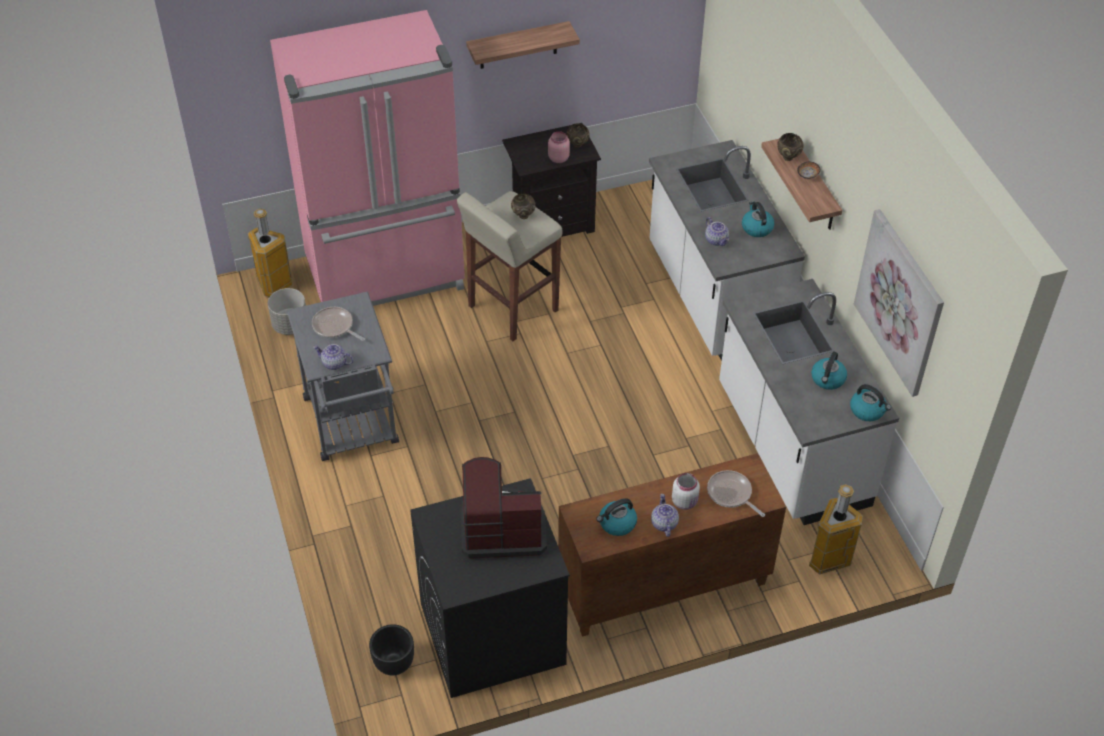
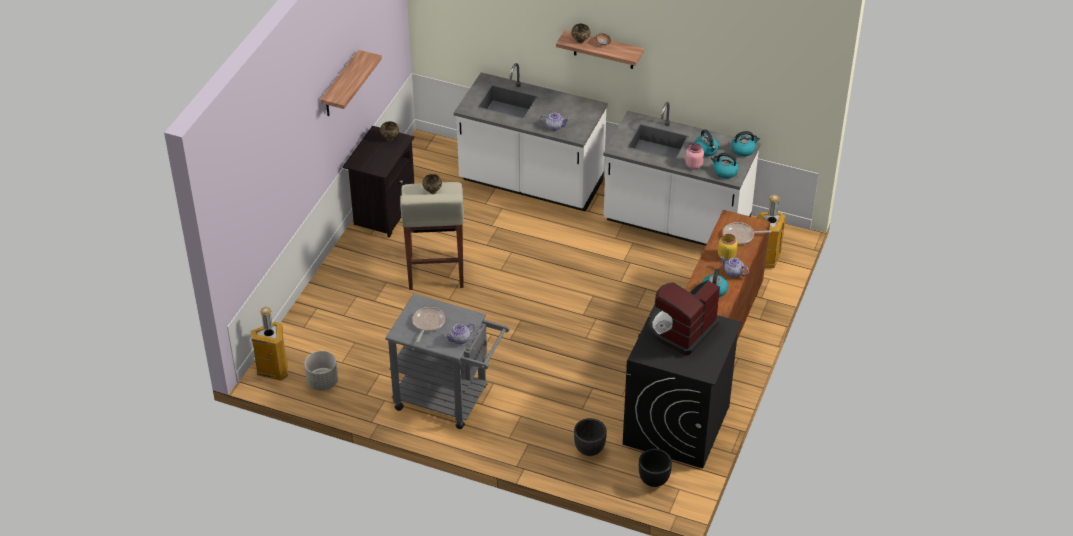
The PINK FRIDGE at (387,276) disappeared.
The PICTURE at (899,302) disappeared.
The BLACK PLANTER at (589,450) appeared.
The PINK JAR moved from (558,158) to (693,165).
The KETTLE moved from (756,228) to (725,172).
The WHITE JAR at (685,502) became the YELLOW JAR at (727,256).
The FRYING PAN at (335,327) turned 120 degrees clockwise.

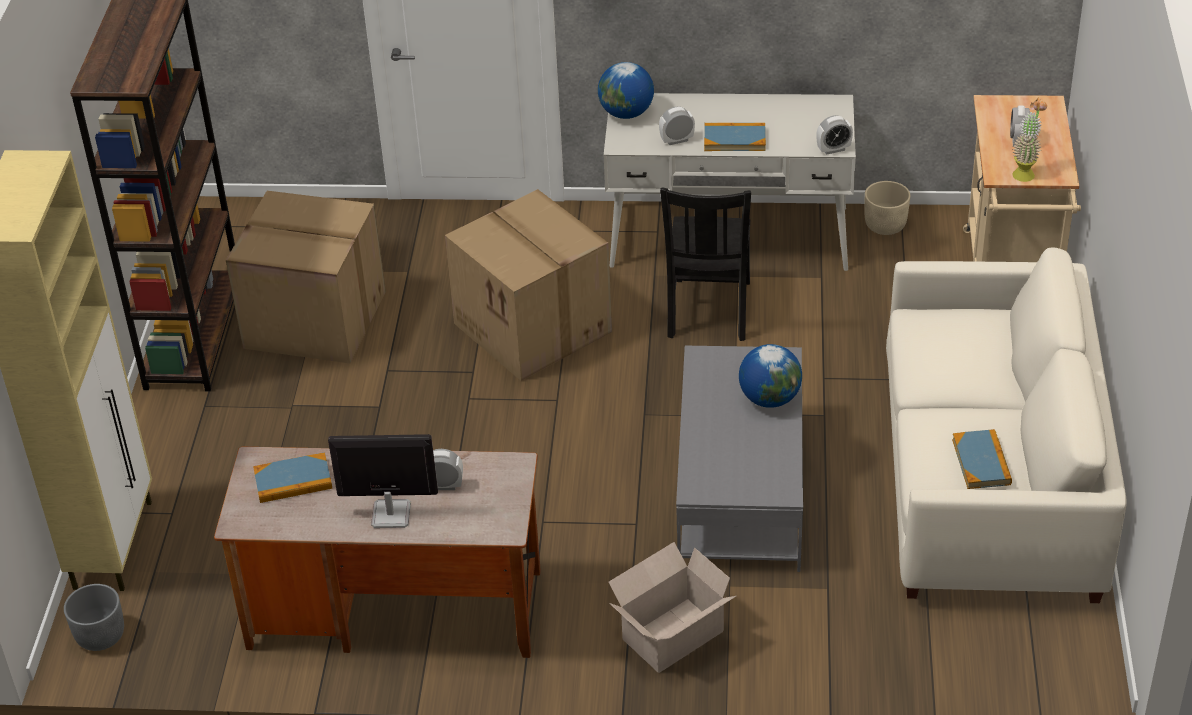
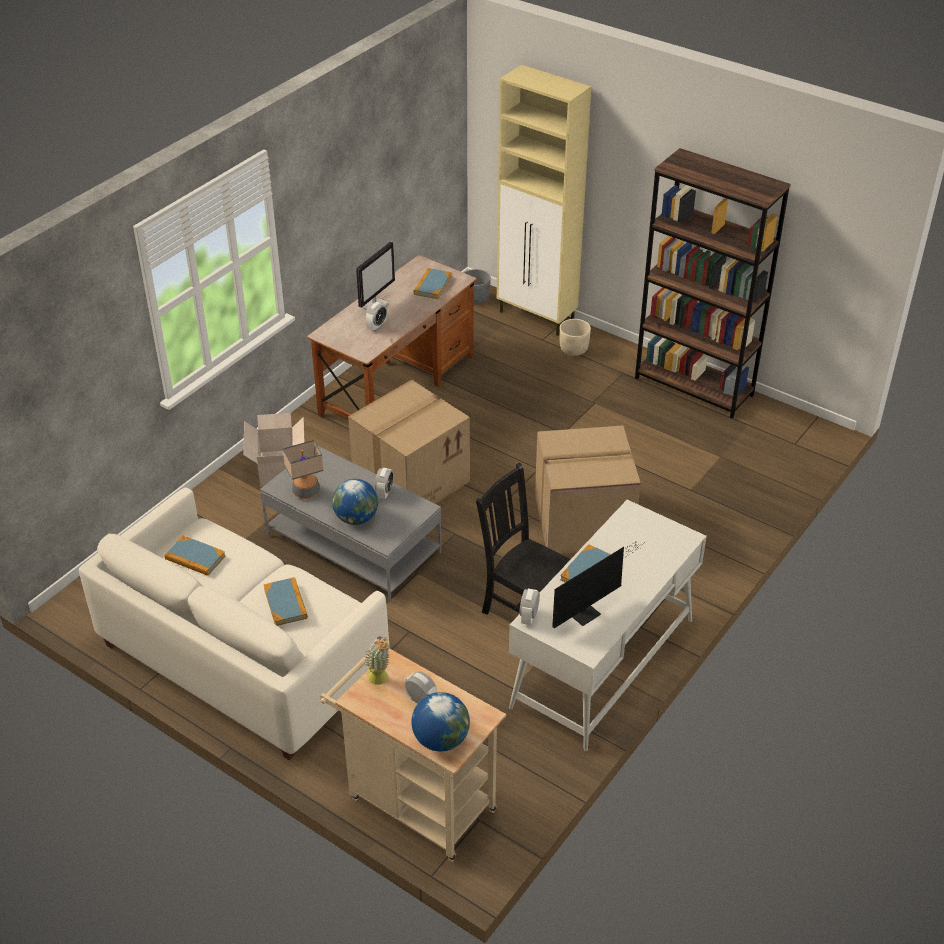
The BOOK at (285,603) appeared.
The TABLE LAMP at (306,491) appeared.
The MONITOR at (587,611) appeared.
The CARDBOARD BOX moved from (313,320) to (411,479).
The GLOBE moved from (626,113) to (441,739).
The ALARM CLOCK moved from (677,140) to (384,493).
The BEIGE PLANTER moved from (885,225) to (574,349).

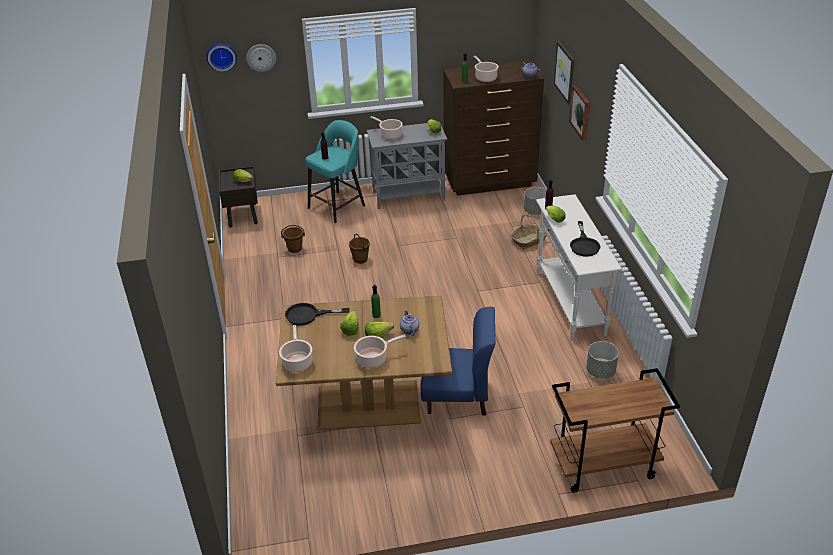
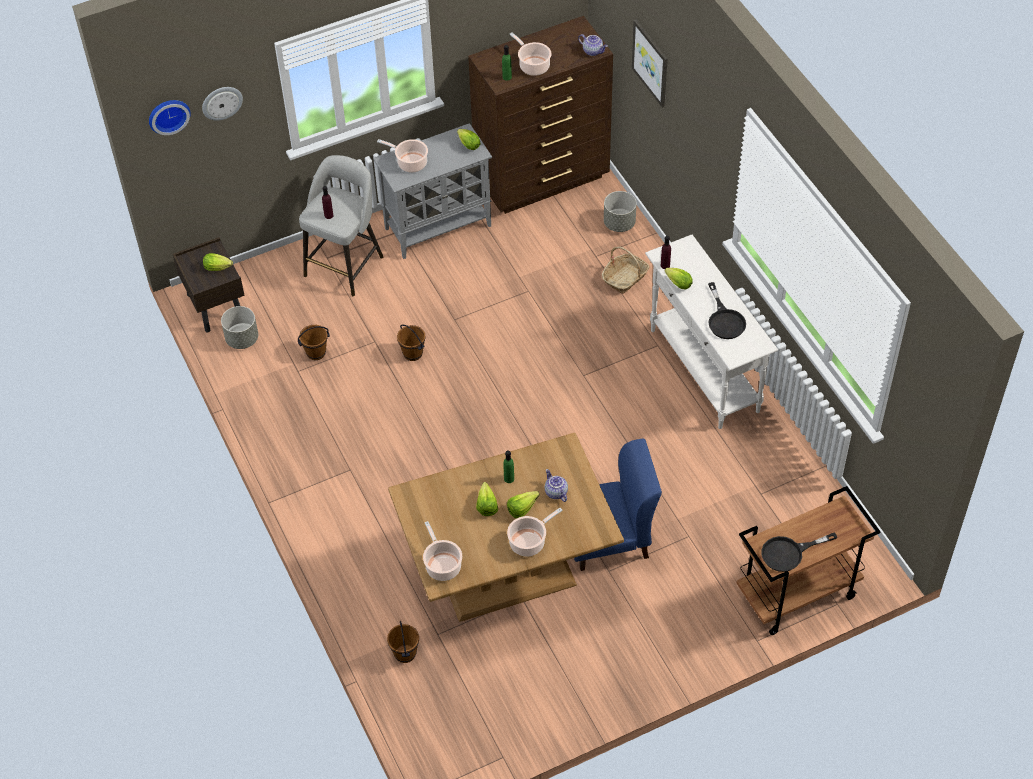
The PICTURE at (581,112) disappeared.
The BROWN BUCKET at (404,653) appeared.
The BLACK FRYING PAN moved from (308,315) to (789,553).
The GREY PLANTER moved from (600,371) to (242,339).
The TURQUOISE STOOL at (338,206) became the GREY STOOL at (345,265).

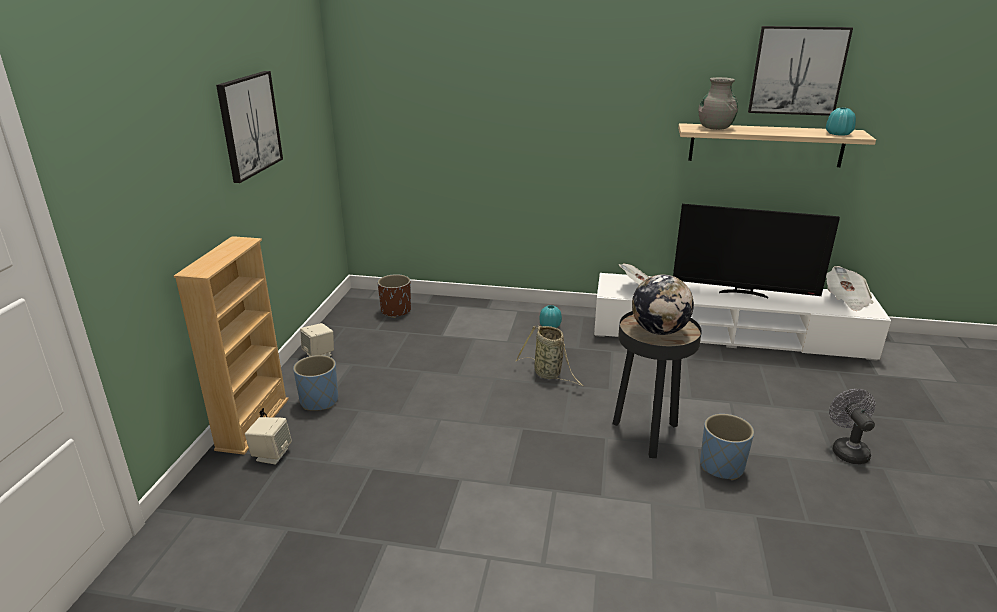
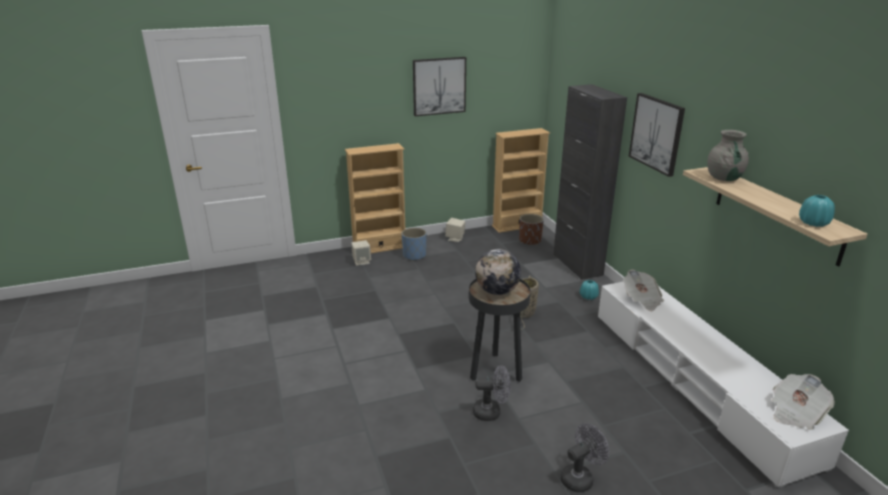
The TELEVISION at (743,293) disappeared.
The BEIGE BOOKCASE at (517,226) appeared.
The BLACK CABINET at (577,264) appeared.
The PICTURE moved from (797,71) to (656,133).
The BLUE PLANTER at (721,466) was replaced by the GREY FAN at (491,412).

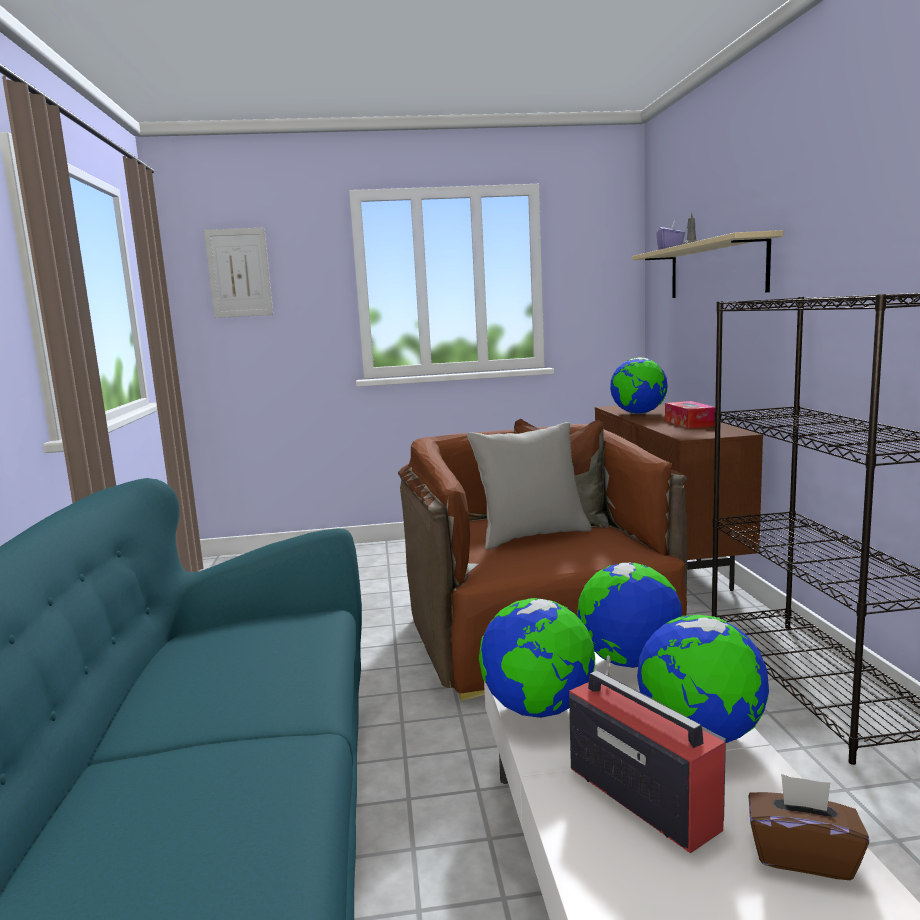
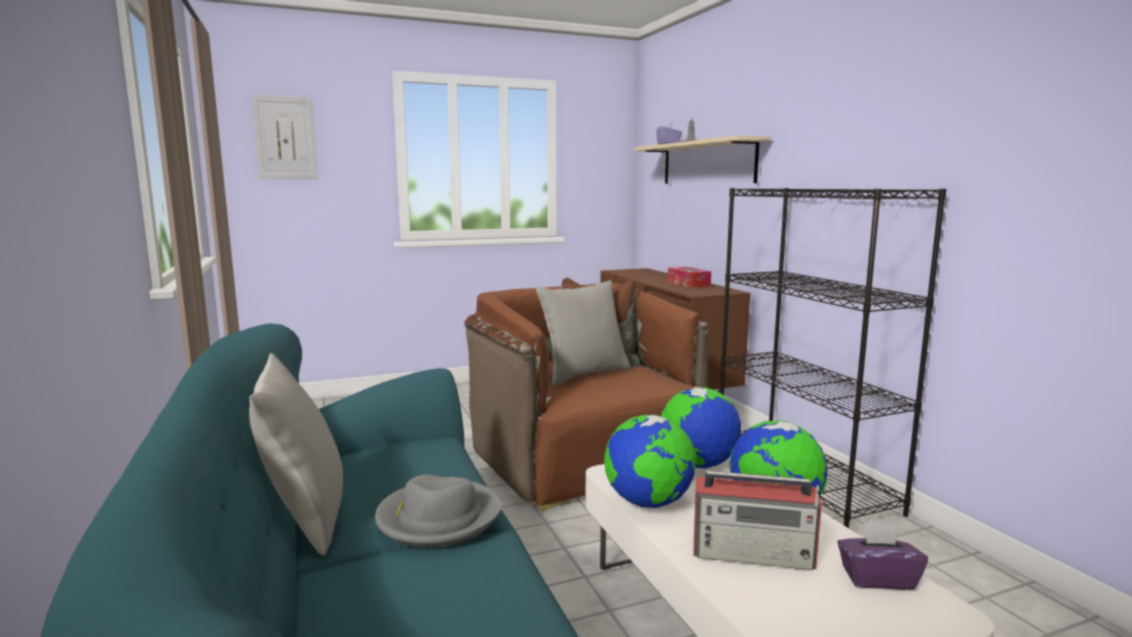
The GLOBE at (638,413) disappeared.
The GREY PILLOW at (305,516) appeared.
The GREY HAT at (438,517) appeared.
The BROWN TISSUE BOX at (802,855) became the PURPLE TISSUE BOX at (877,578).
The RADIO at (641,796) turned 150 degrees clockwise.

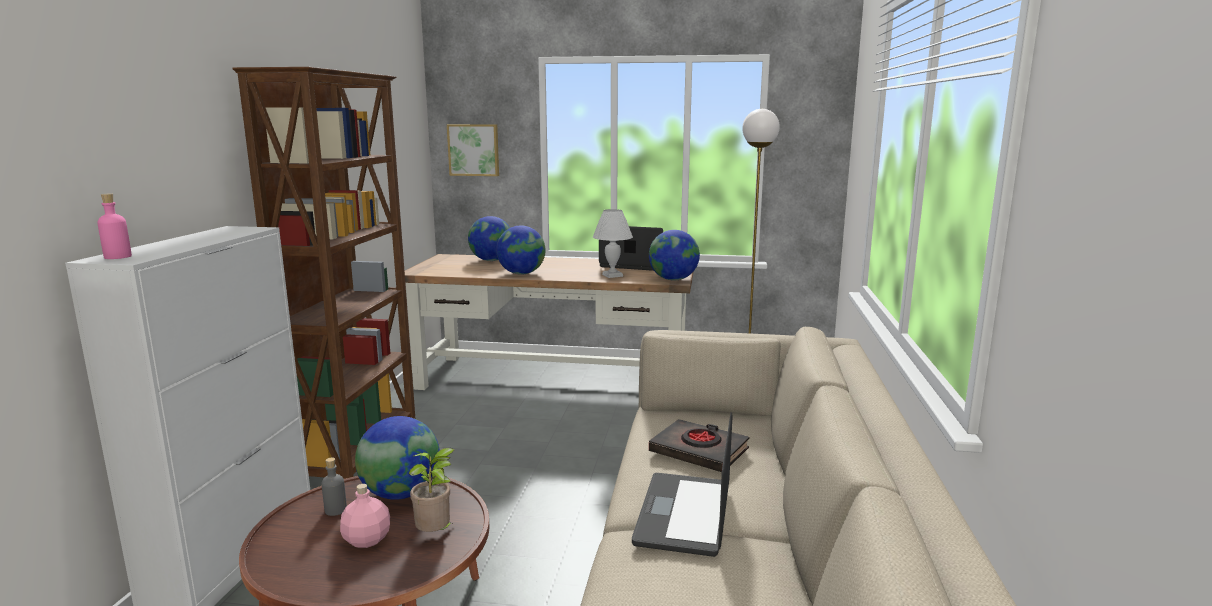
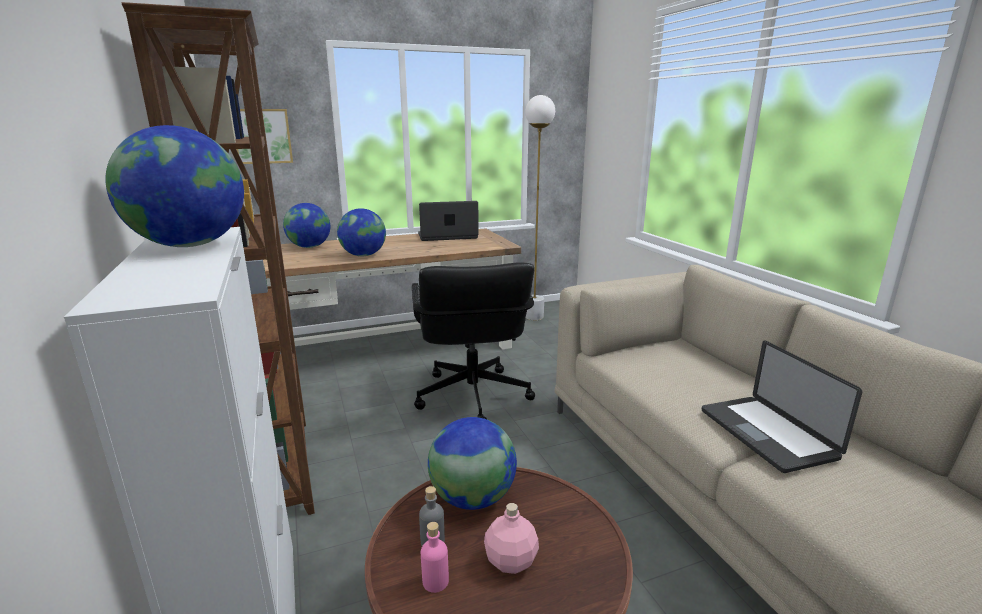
The POTTED PLANT at (436,534) disappeared.
The WHITE TABLE LAMP at (613,275) disappeared.
The BLACK BOOK at (699,451) disappeared.
The BLACK OFFICE CHAIR at (472,396) appeared.
The PINK BOTTLE moved from (118,257) to (435,581).
The GLOBE moved from (673,279) to (190,245).

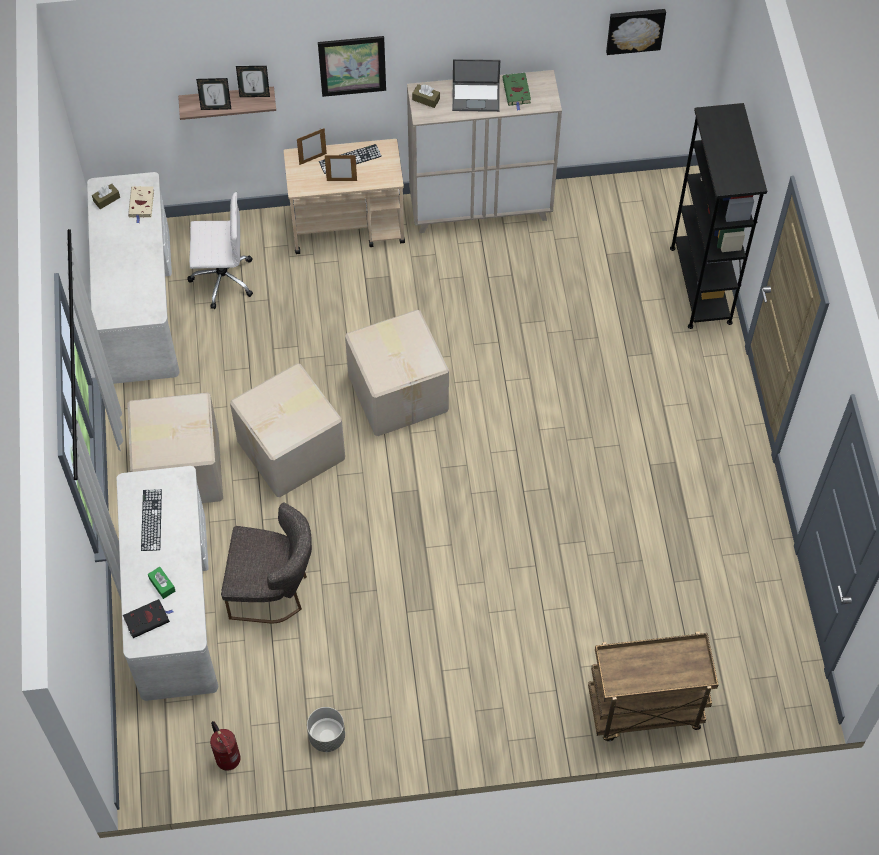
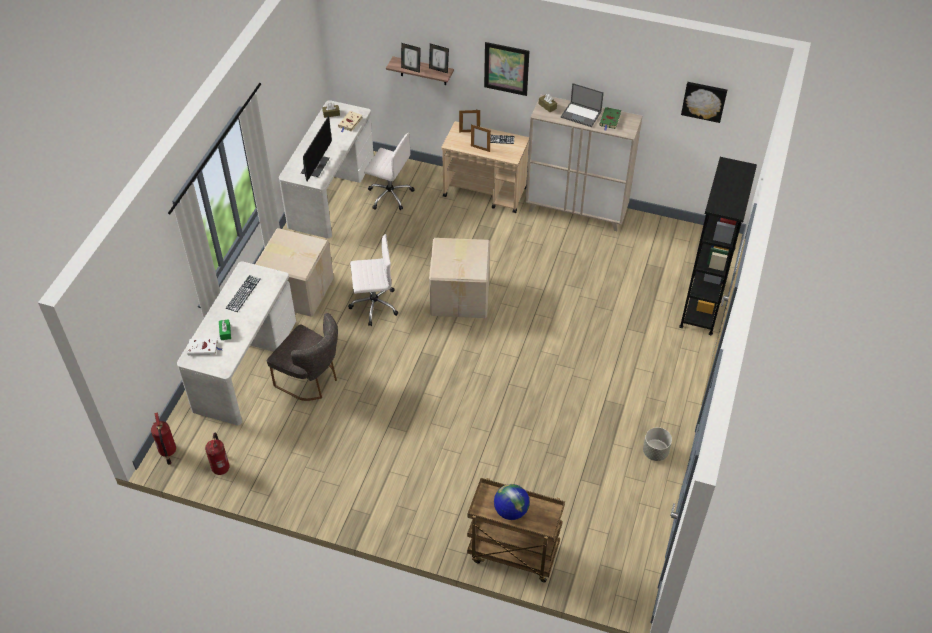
The FIRE EXTINGUISHER at (167,452) appeared.
The MONITOR at (315,165) appeared.
The GLOBE at (510,511) appeared.
The GREY PLANTER moved from (327,737) to (655,452).
The CARDBOARD BOX at (293,450) was replaced by the WHITE OFFICE CHAIR at (373,305).
The BLACK BOOK at (148,619) became the WHITE BOOK at (204,348).

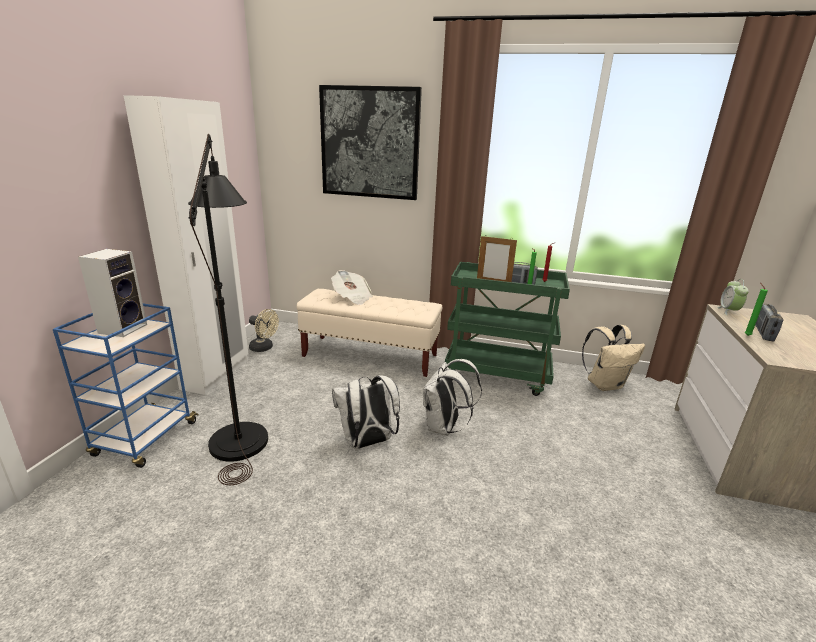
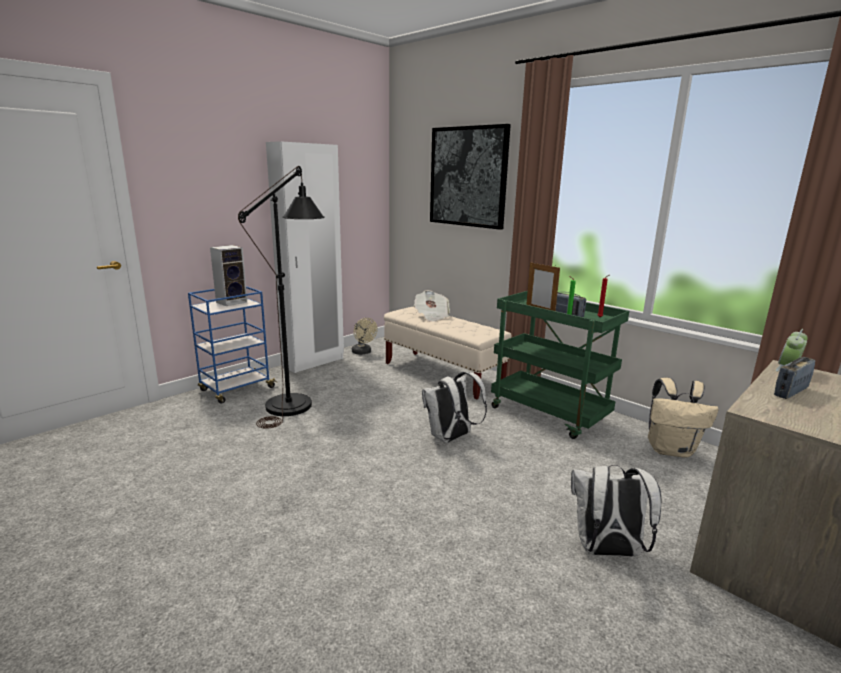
The GREEN CANDLE at (746,335) disappeared.
The WHITE BACKPACK moved from (367,443) to (606,551).

